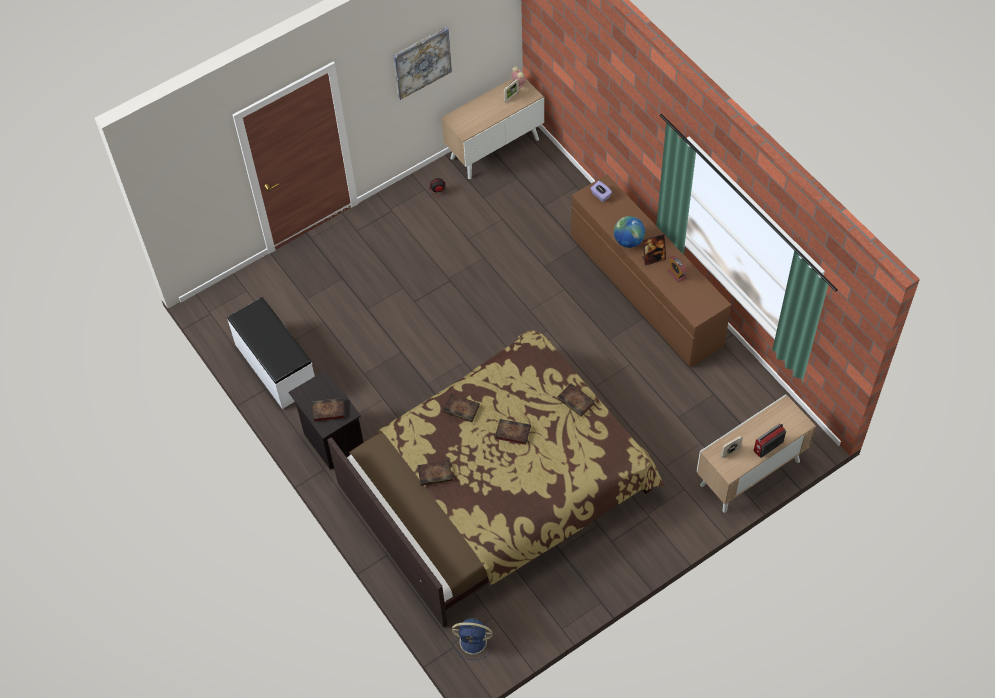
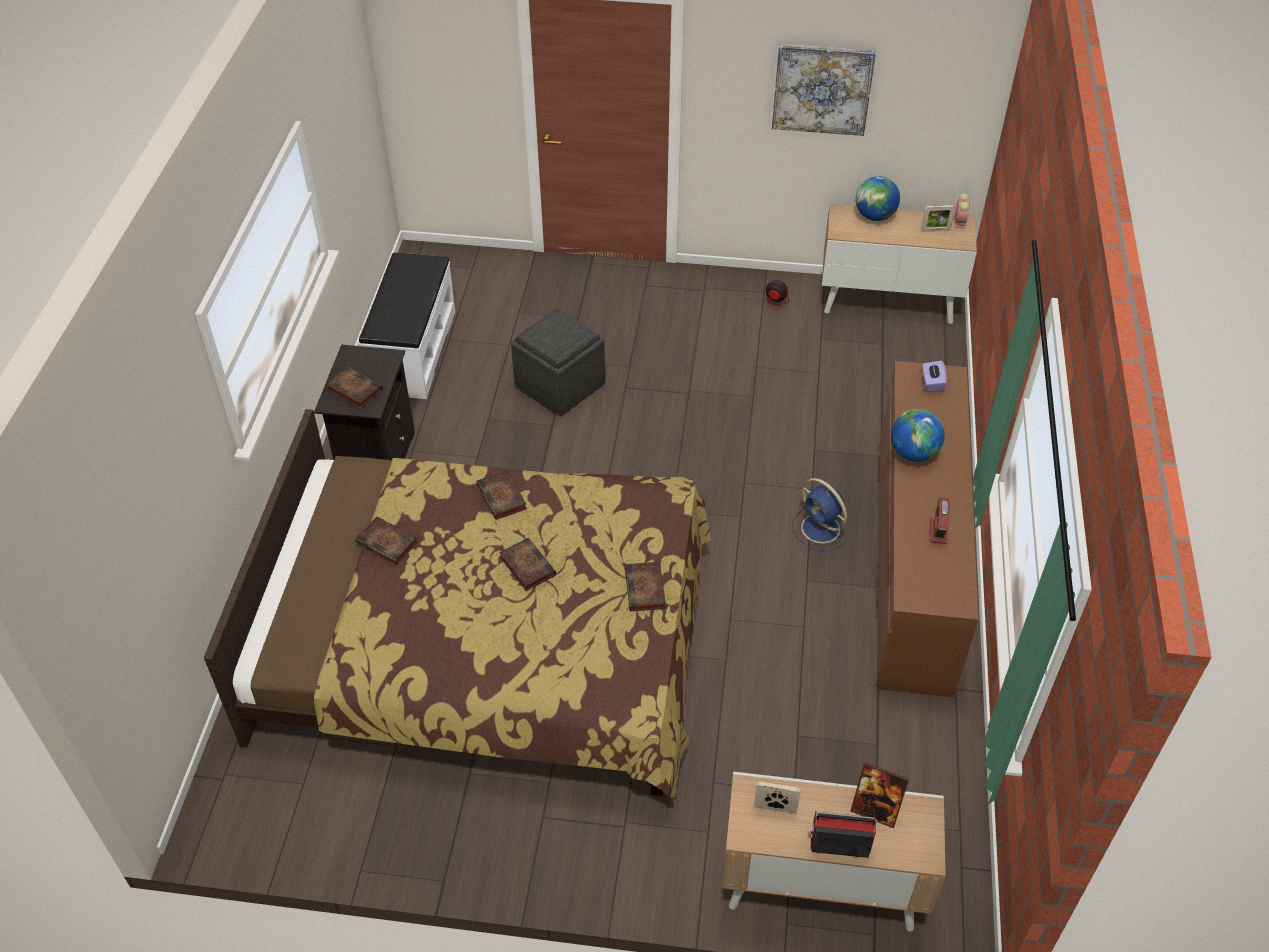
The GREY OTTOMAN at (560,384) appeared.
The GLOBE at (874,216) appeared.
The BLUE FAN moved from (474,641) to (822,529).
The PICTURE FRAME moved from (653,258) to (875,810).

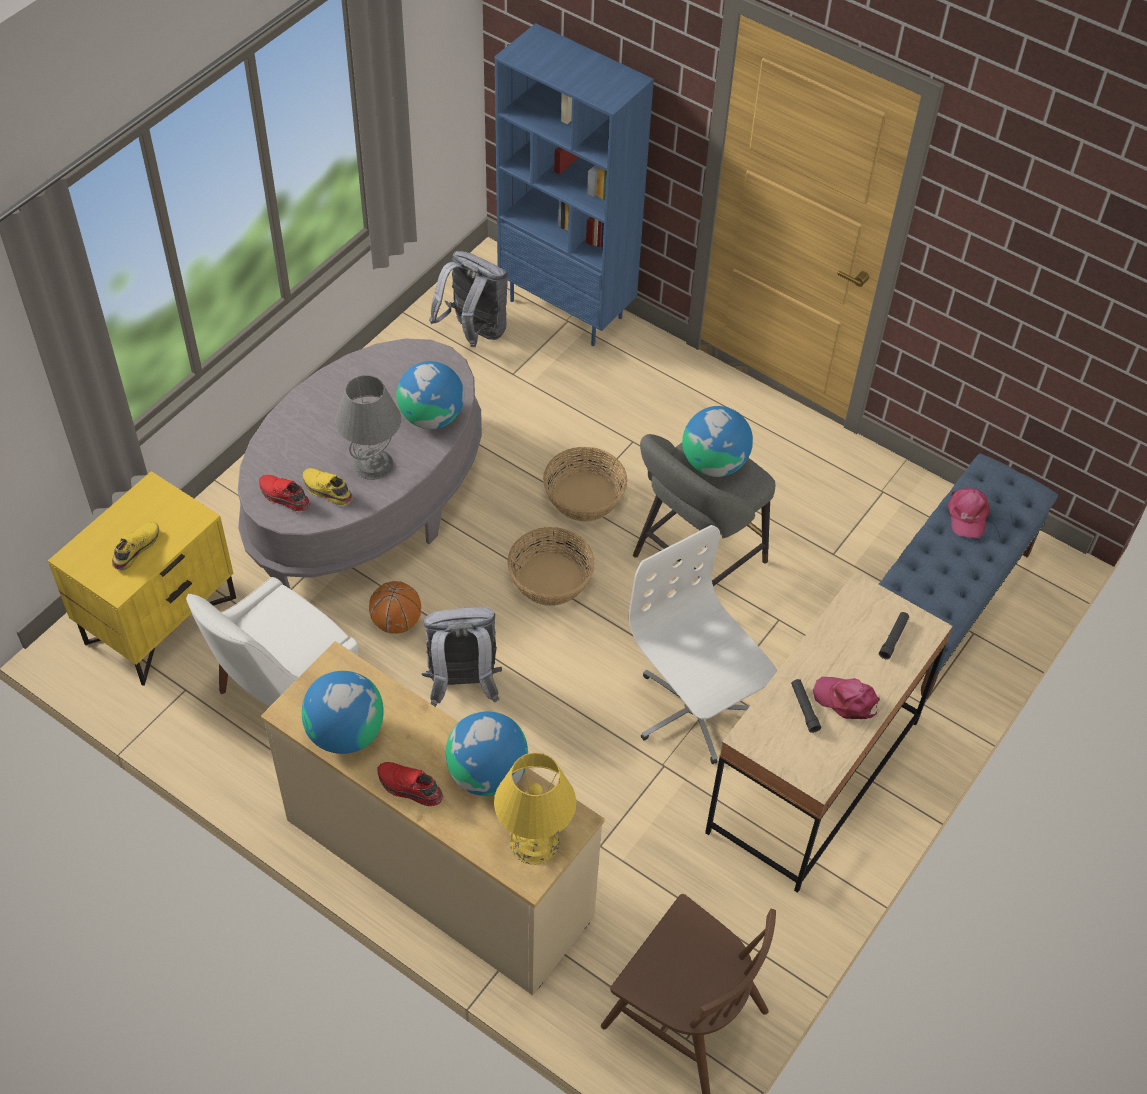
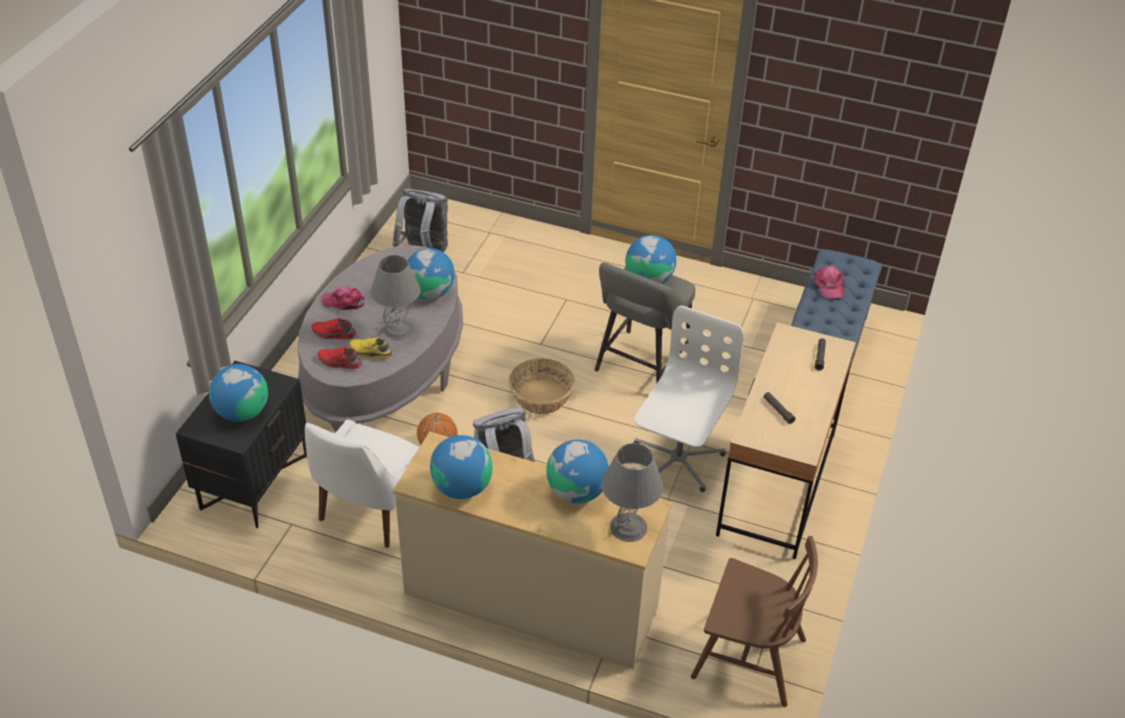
The BLUE BOOKCASE at (567,308) disappeared.
The BASKET at (585,497) disappeared.
The RED SHOE moved from (409,788) to (333,334).
The PINK CAP moved from (846,700) to (343,302).
The YELLOW SHOE at (135,548) was replaced by the GLOBE at (242,412).
The YELLOW NIGHTSTAND at (160,619) became the BLACK NIGHTSTAND at (254,481).
The YELLOW TABLE LAMP at (534,841) became the GREY TABLE LAMP at (628,526).
The WHITE OFFICE CHAIR at (694,711) turned 75 degrees clockwise.

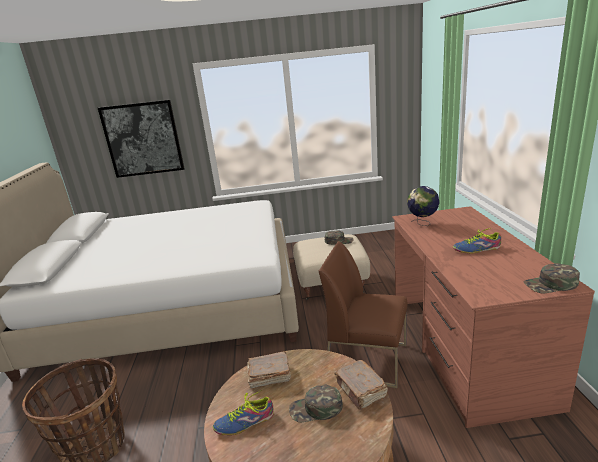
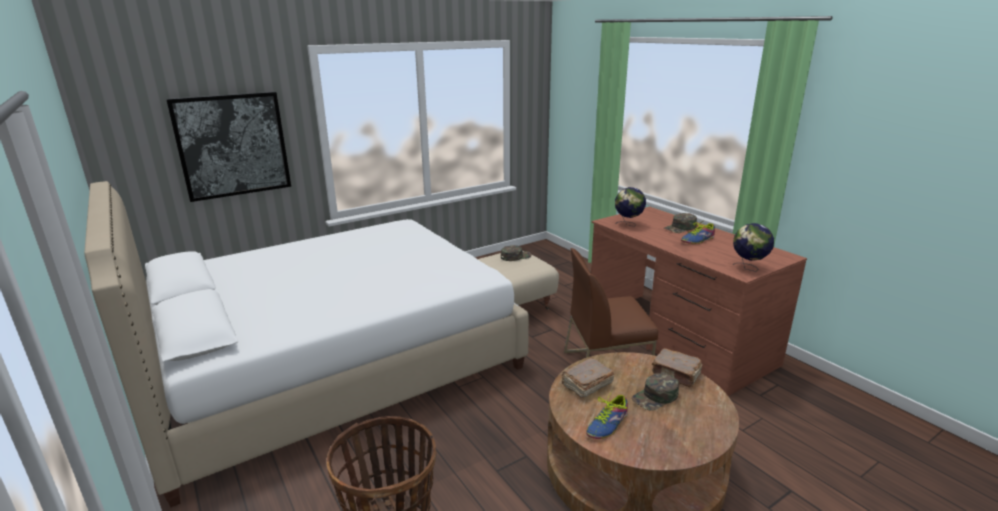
The GLOBE at (748,268) appeared.
The GREEN CAP moved from (551,284) to (680,228).

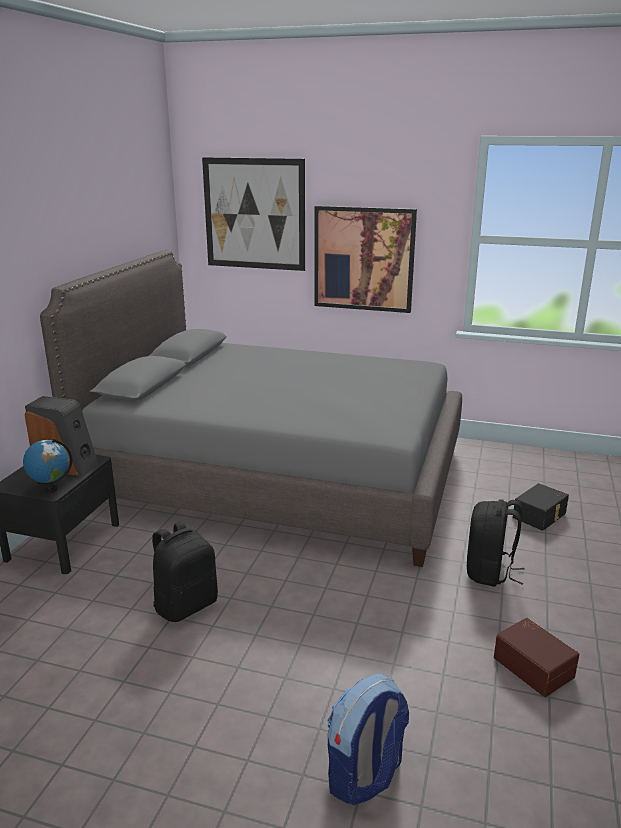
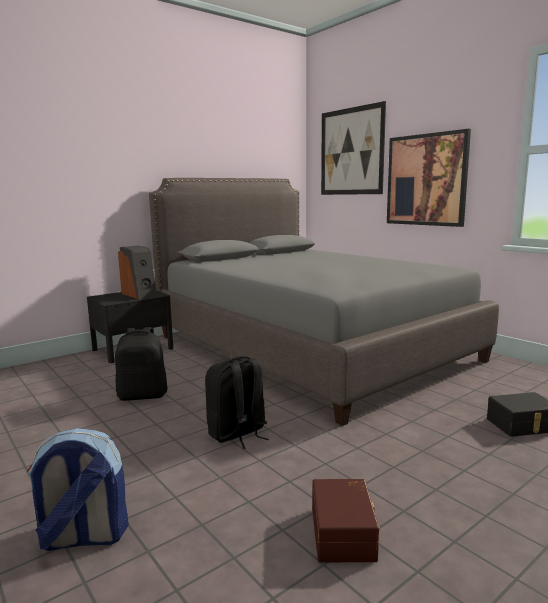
The GLOBE at (50,489) disappeared.
The BLACK BACKPACK moved from (490,572) to (237,433).

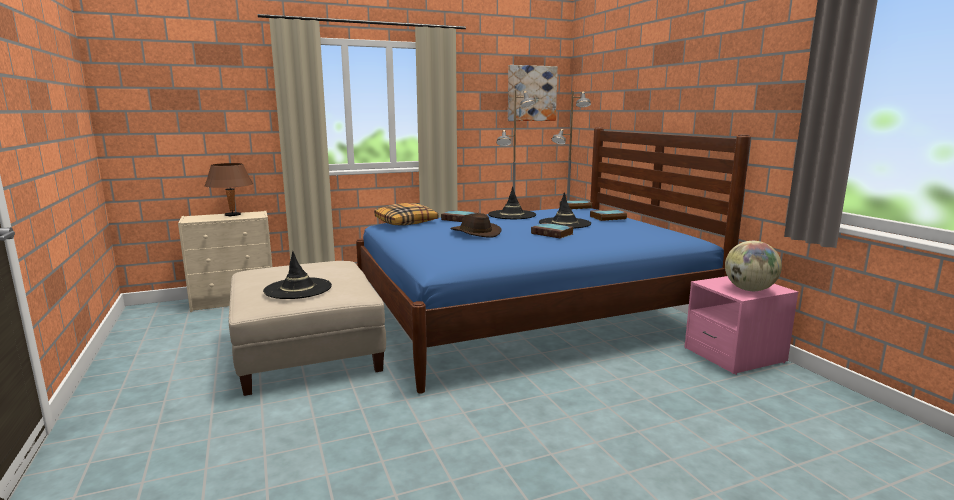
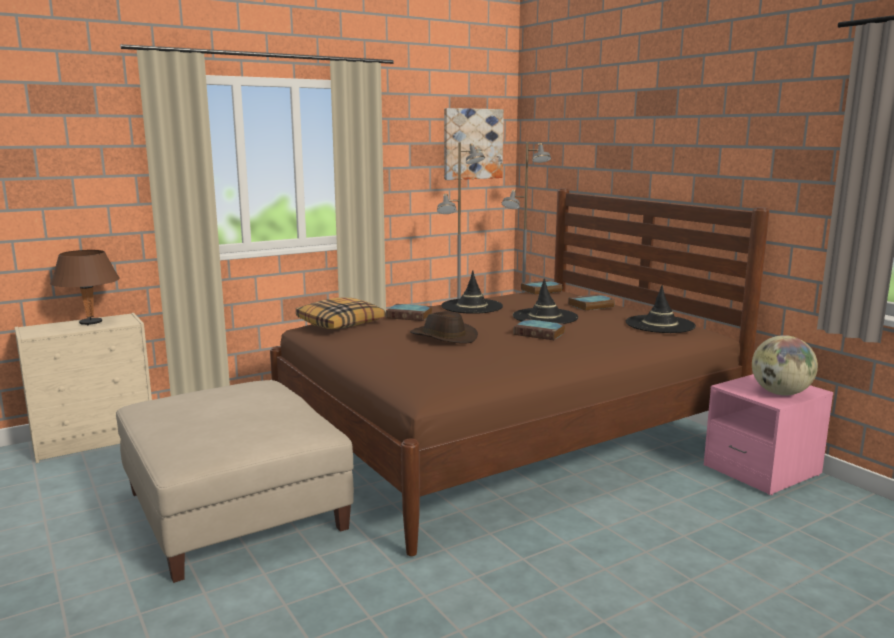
The BLACK HAT moved from (298,289) to (660,325).
The BLUE BED at (528,317) became the BROWN BED at (503,437).

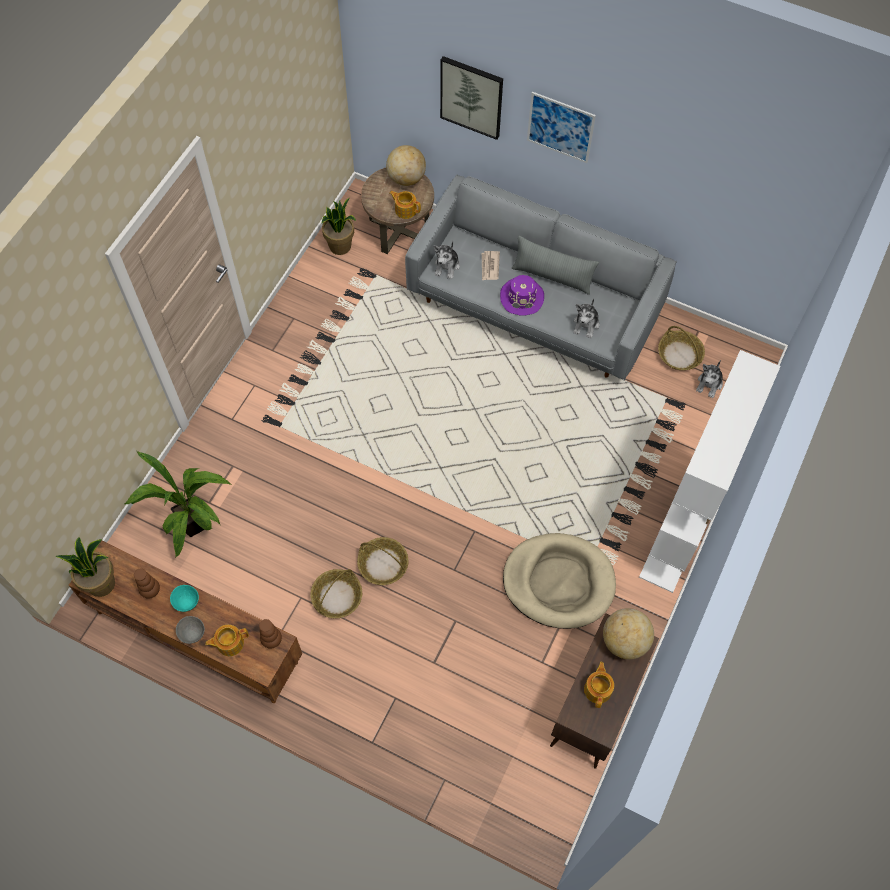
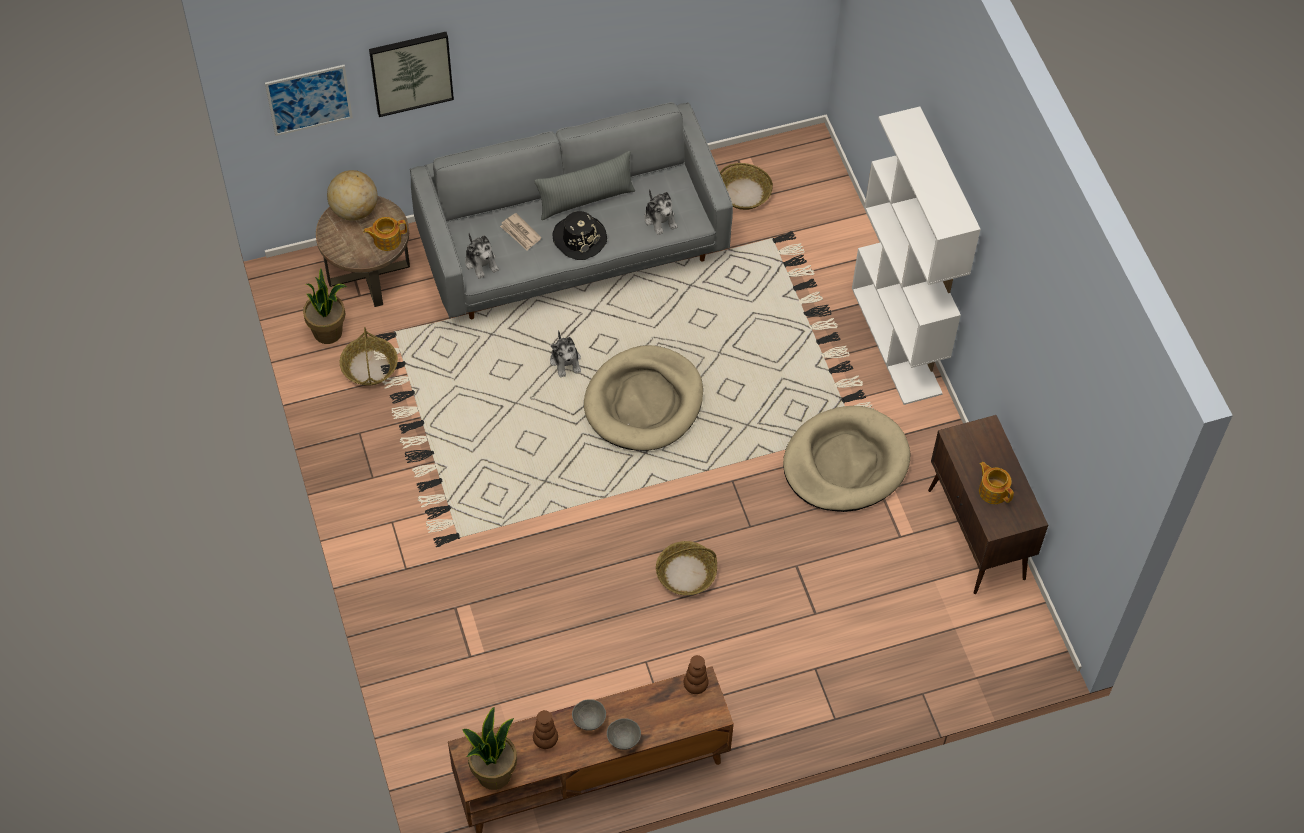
The POTTED PLANT at (196,530) disappeared.
The TEAPOT at (229,643) disappeared.
The GLOBE at (624,641) disappeared.
The BEIGE DOG BED at (644,402) appeared.
The BASKET moved from (337,597) to (369,367).
The PICTURE moved from (560,127) to (309,99).
The PLUSH TOY moved from (709,384) to (566,361).
The TURQUOISE BOWL at (187,603) became the GREY BOWL at (589,722).
The PURPLE HAT at (522,297) became the BLACK HAT at (579,238).

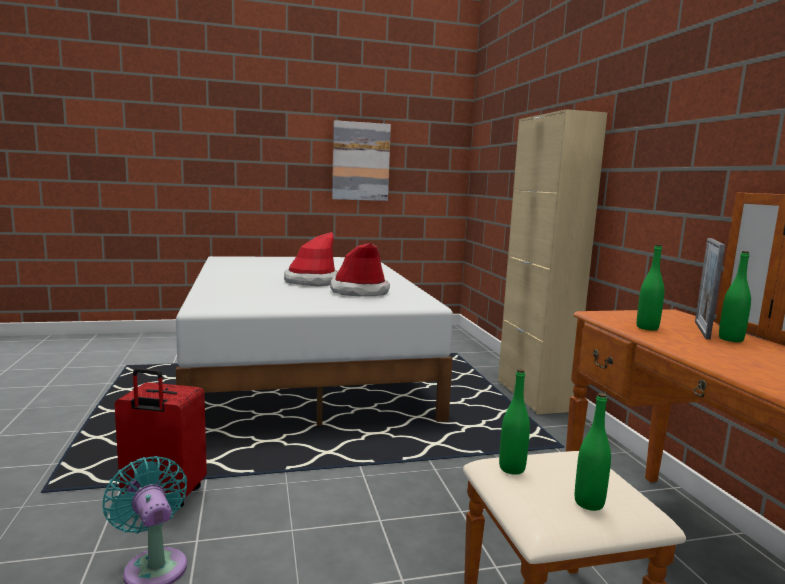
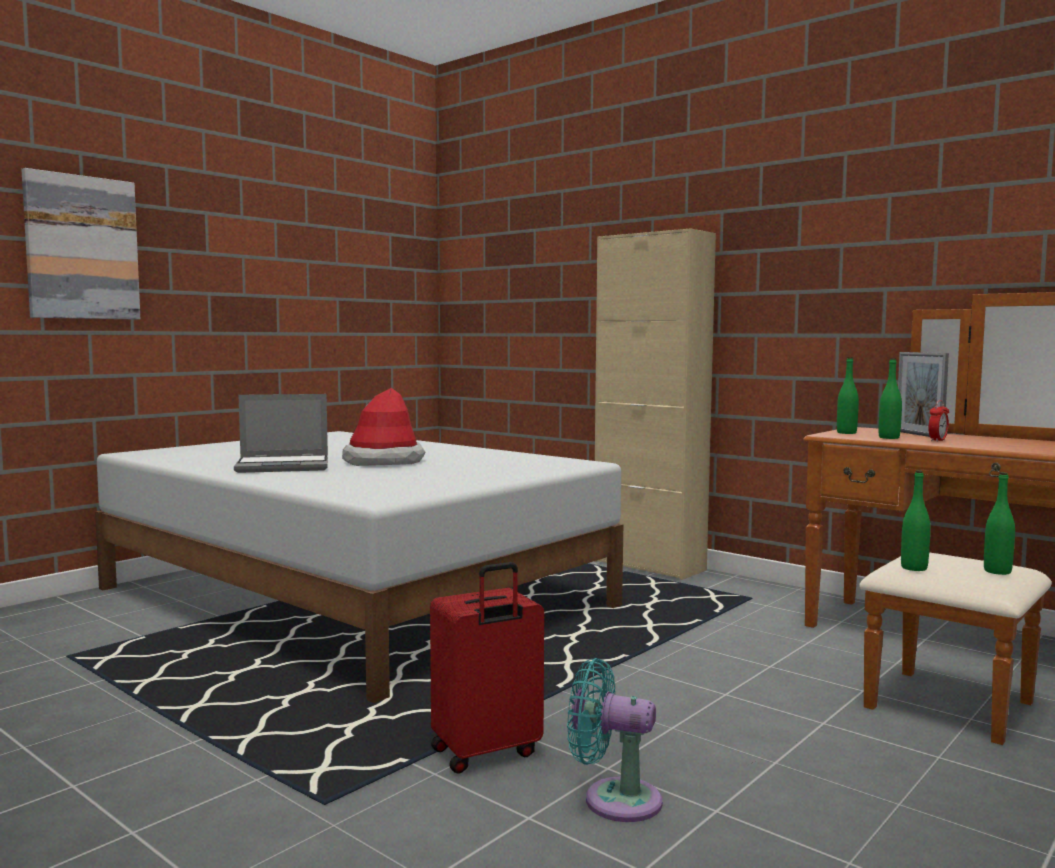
The HAT at (359,292) disappeared.
The LAPTOP at (284,466) appeared.
The ALARM CLOCK at (937,440) appeared.
The PICTURE moved from (360,161) to (82,248).
The GREEN BOTTLE moved from (731,339) to (846,433).

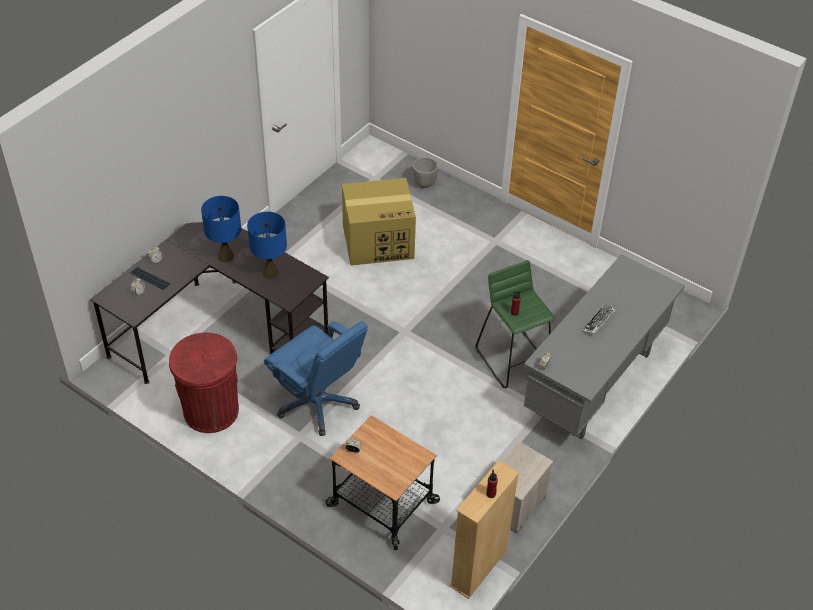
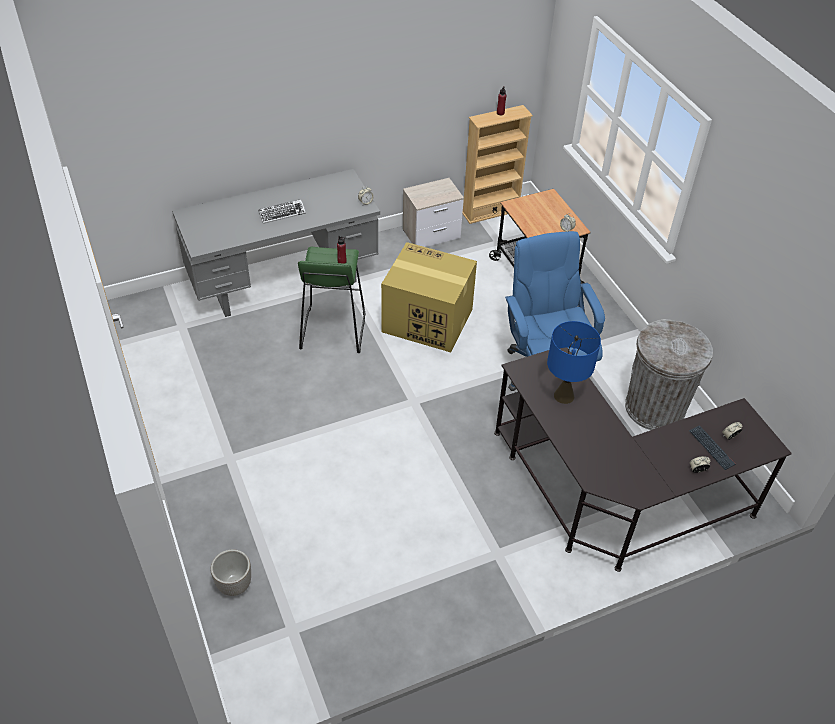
The BLUE TABLE LAMP at (226,256) disappeared.
The CARDBOARD BOX moved from (379,241) to (426,320).
The RED TRASH CAN at (211,411) became the GREY TRASH CAN at (655,408).

